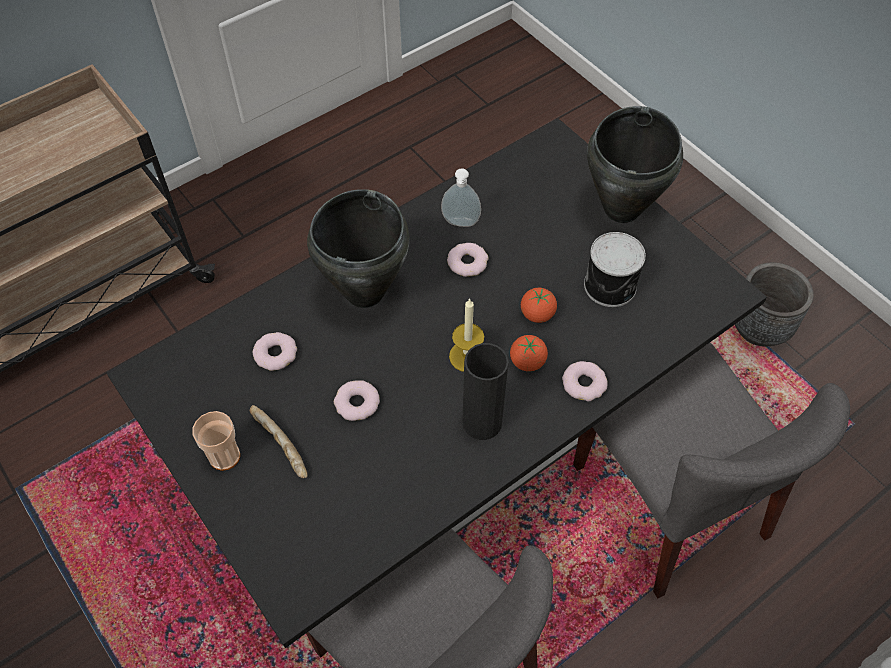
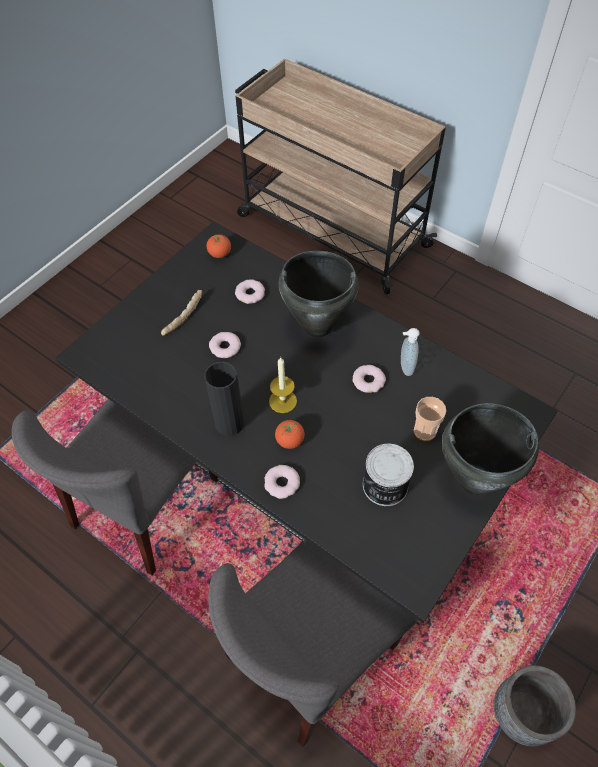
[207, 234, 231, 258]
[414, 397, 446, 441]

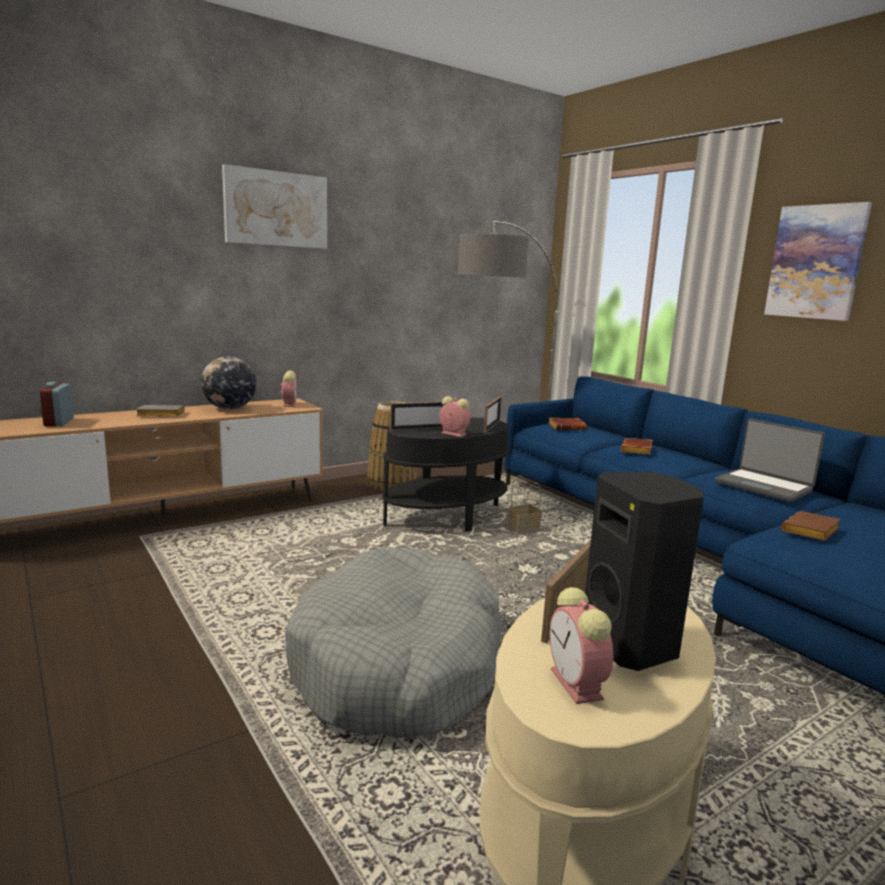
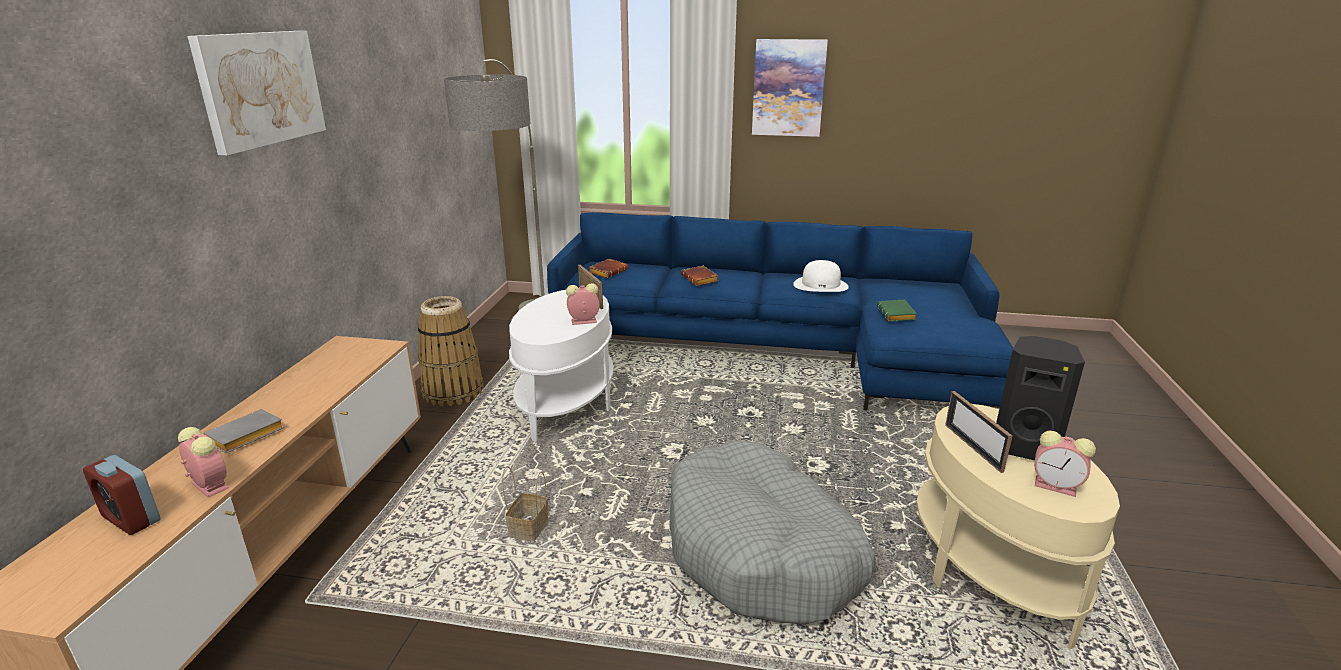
[201, 356, 256, 410] (first image)
[178, 427, 229, 498]
[390, 402, 445, 431] (first image)
[509, 290, 614, 442]
[793, 260, 849, 292]
[502, 466, 548, 541]
[877, 300, 917, 321]

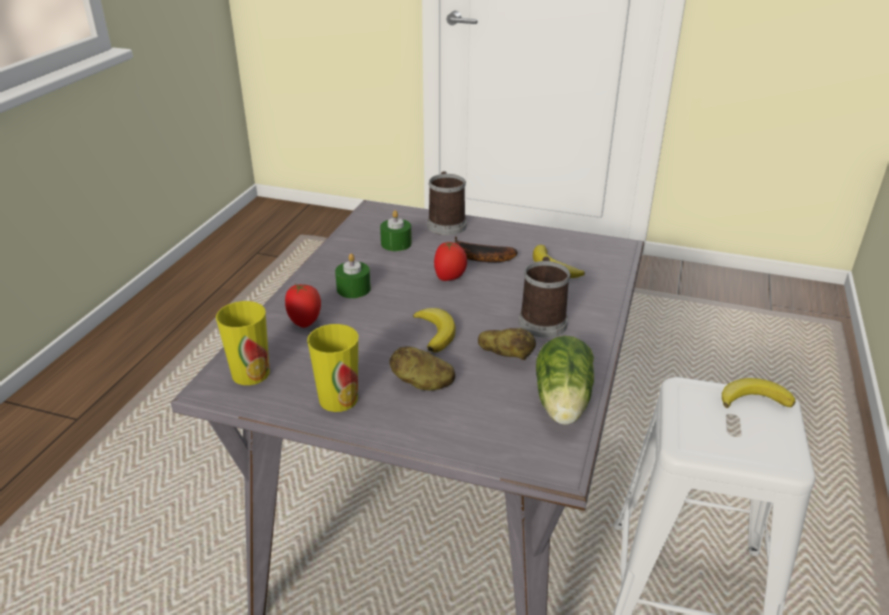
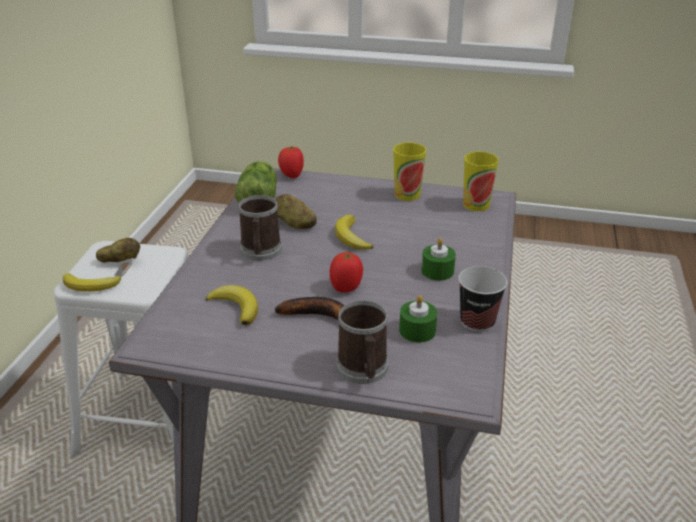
[278, 146, 304, 178]
[96, 238, 140, 262]
[459, 266, 507, 332]

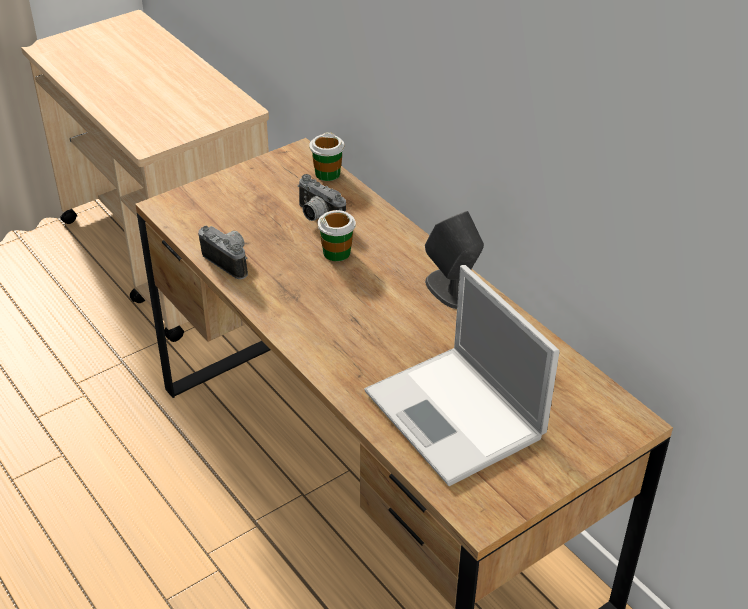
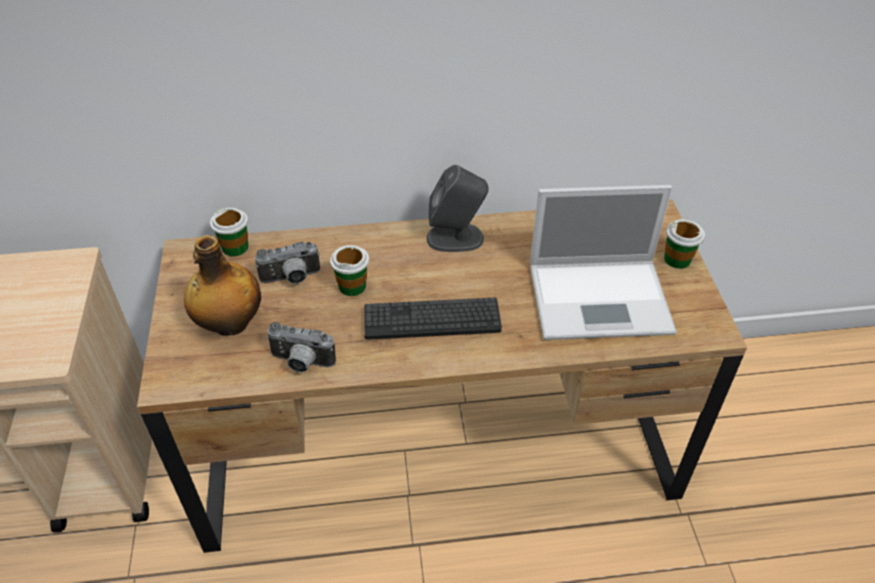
[266, 322, 336, 373]
[664, 219, 705, 269]
[184, 235, 261, 336]
[364, 298, 502, 340]

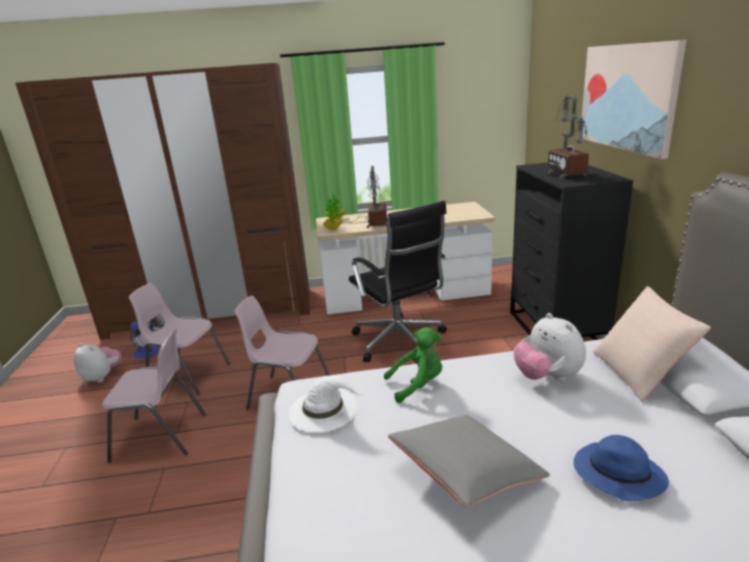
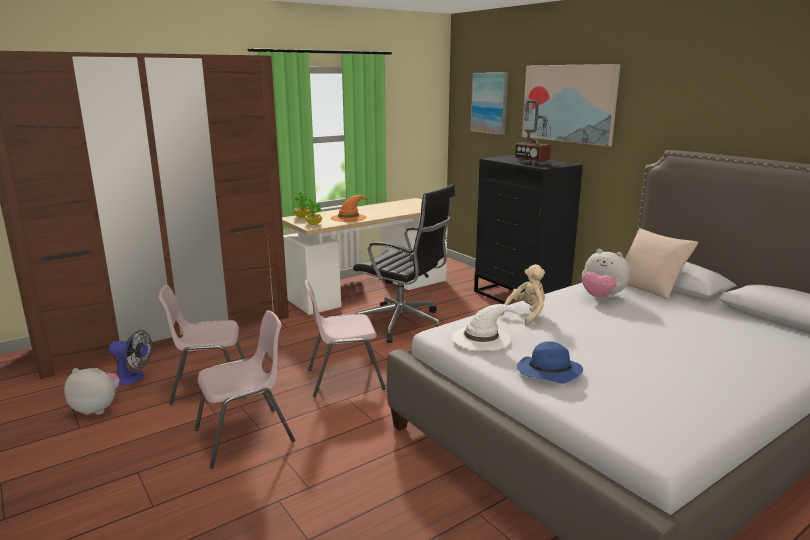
[331, 195, 371, 222]
[501, 264, 545, 326]
[388, 415, 550, 508] (first image)
[517, 341, 583, 384]
[470, 73, 508, 135]

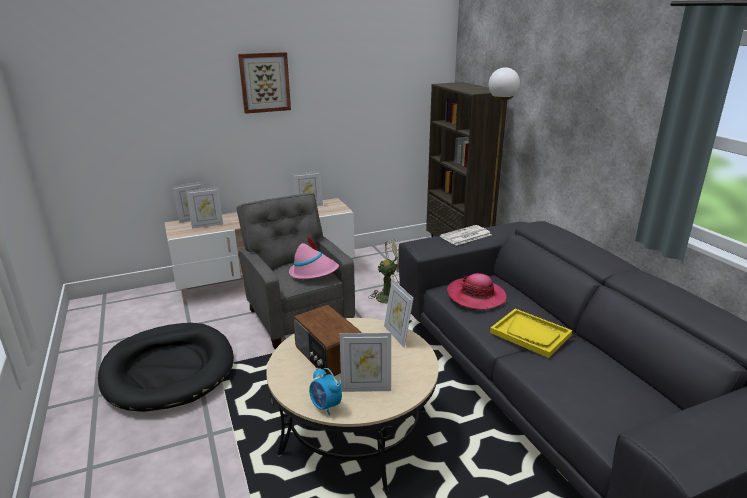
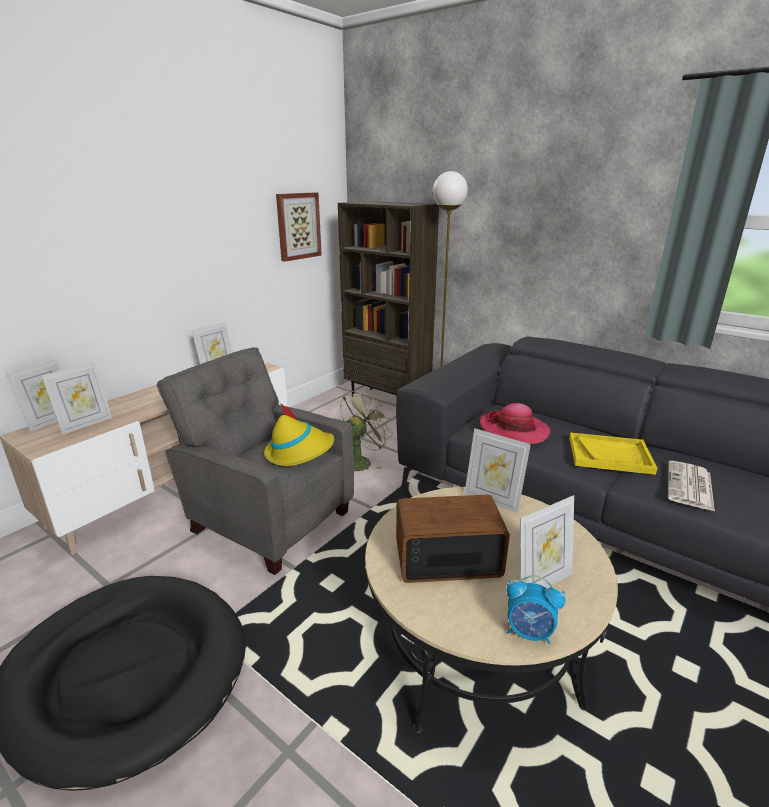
[276, 192, 322, 262]
[668, 461, 715, 511]
[264, 403, 334, 466]
[396, 495, 510, 583]

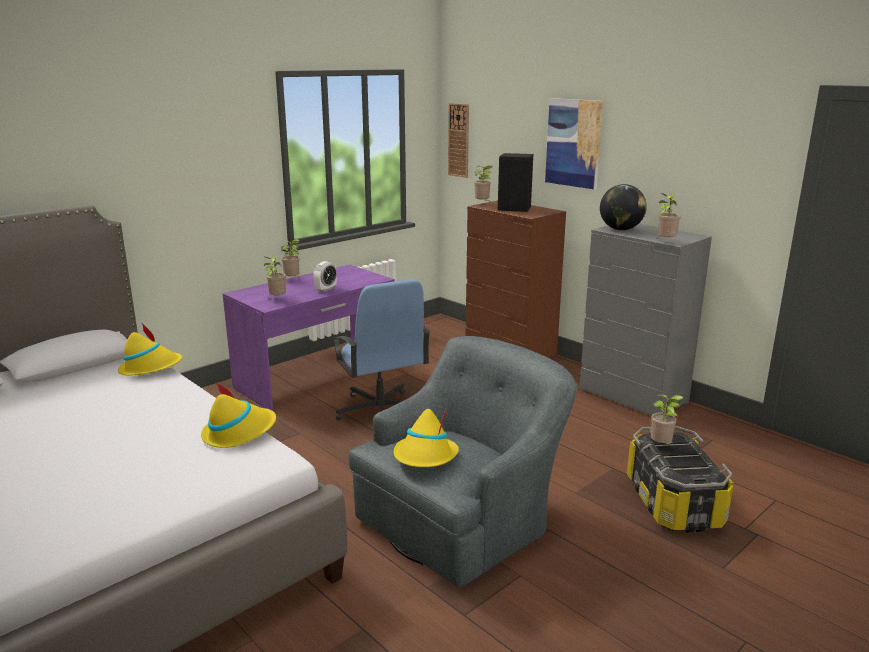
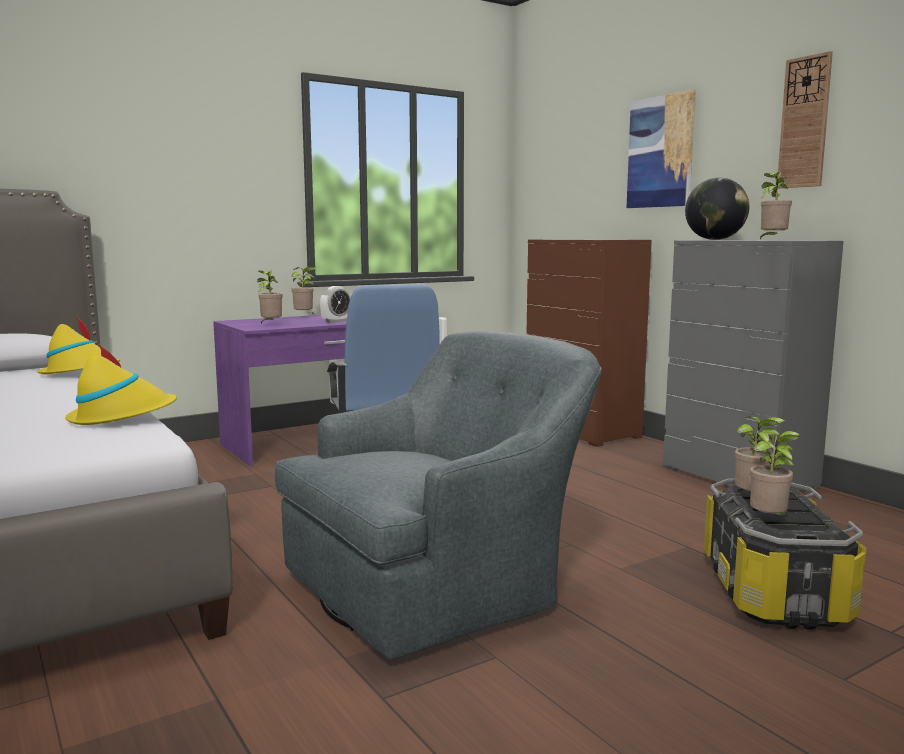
[778, 51, 833, 188]
[498, 153, 533, 212] (first image)
[750, 431, 800, 517]
[394, 407, 459, 467] (first image)

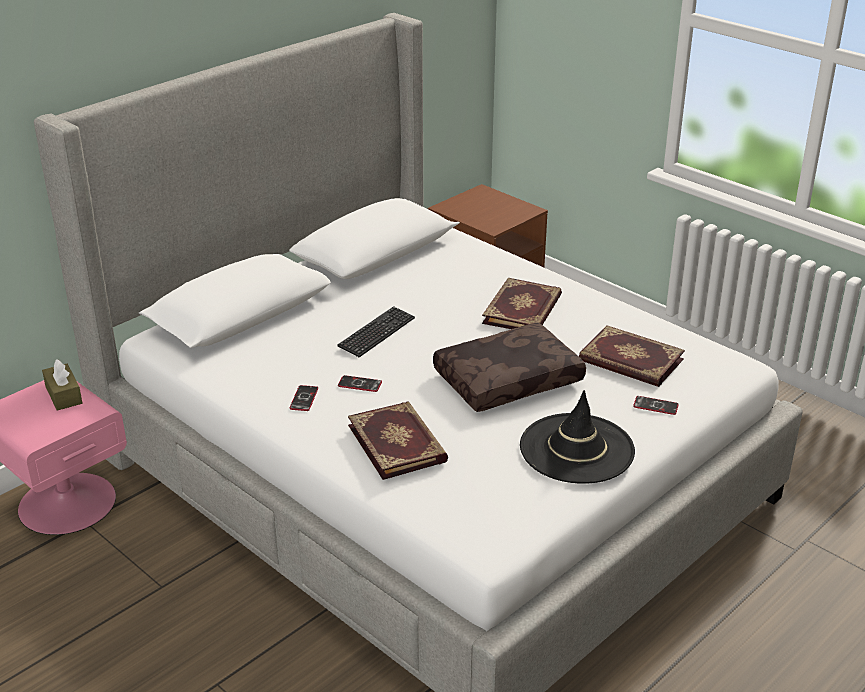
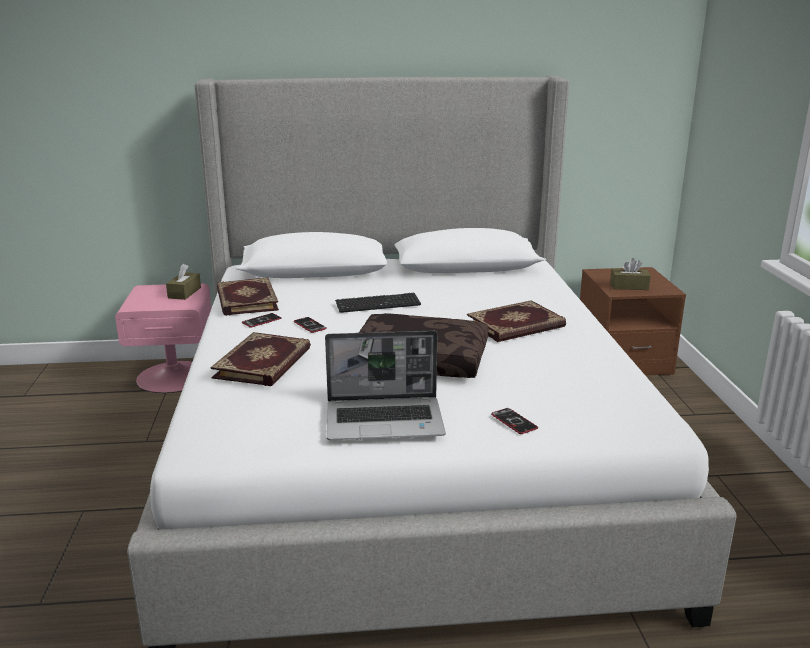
[217, 277, 279, 316]
[325, 330, 446, 440]
[610, 258, 651, 290]

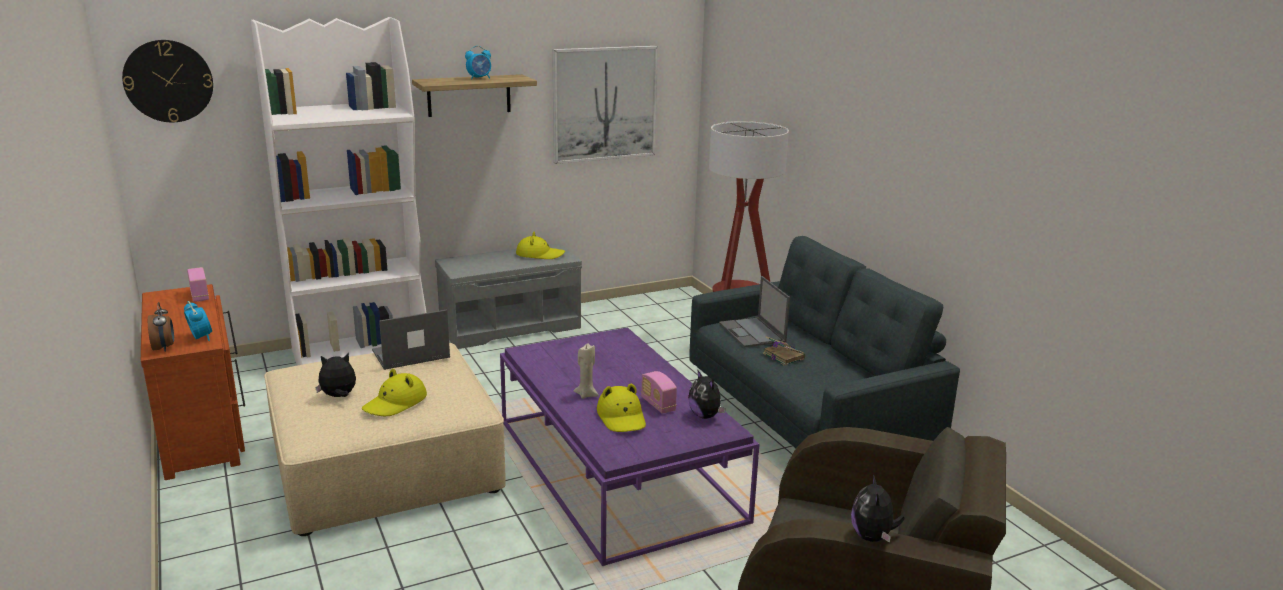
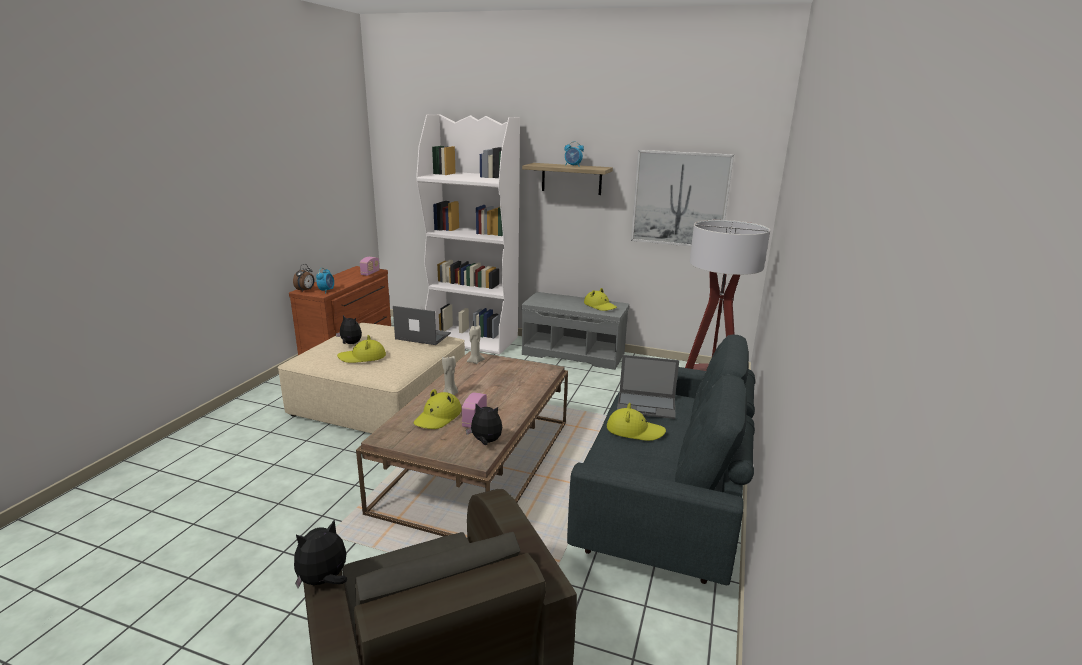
[122, 40, 213, 122] (first image)
[617, 355, 679, 419]
[356, 351, 568, 536]
[607, 403, 666, 441]
[466, 404, 502, 445]
[466, 325, 485, 364]

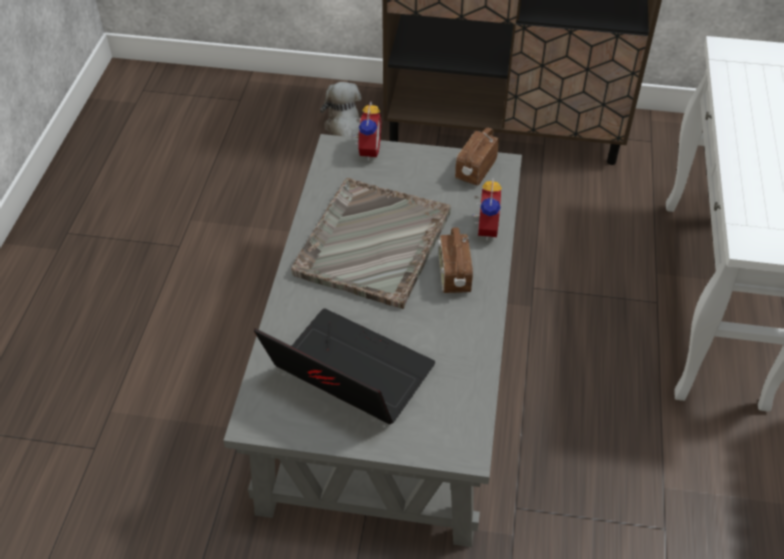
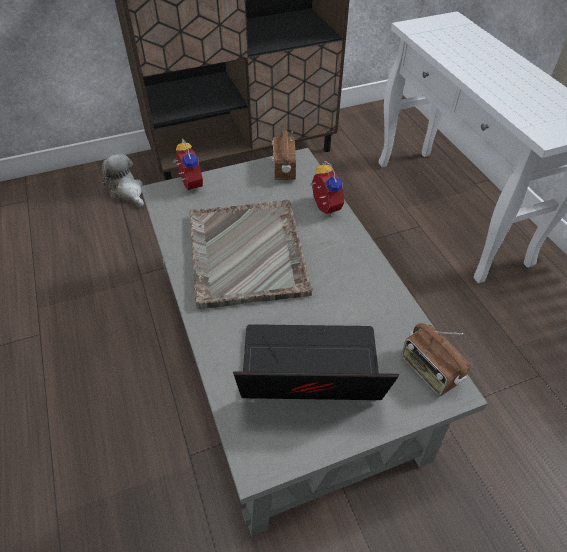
[402, 323, 470, 396]

